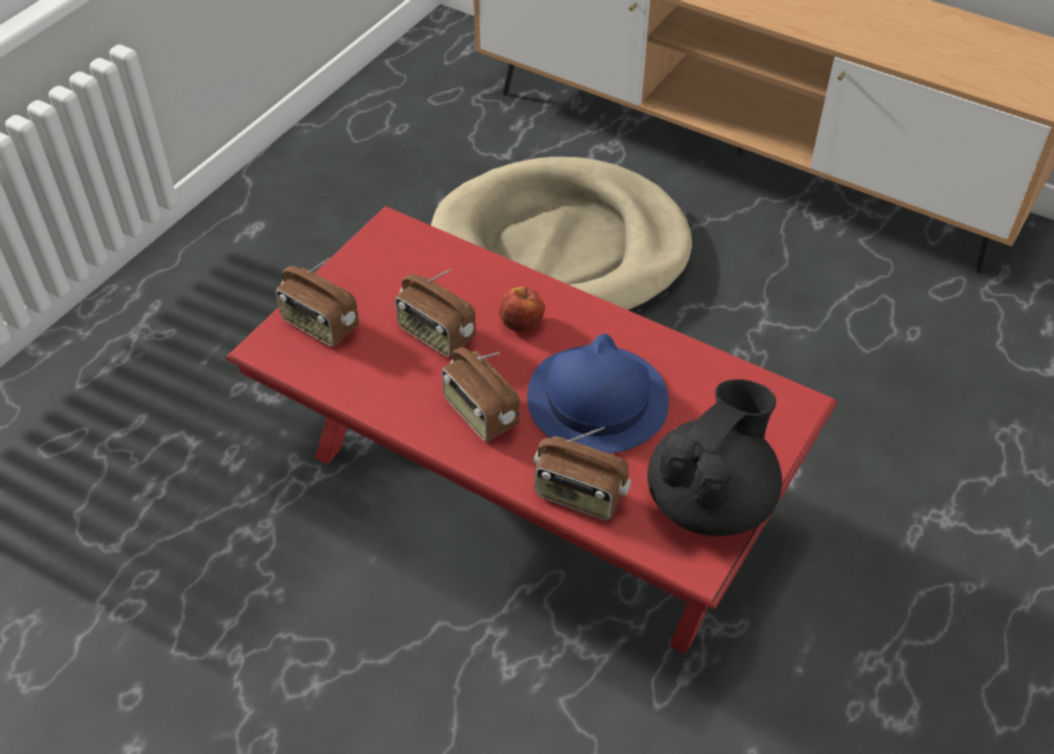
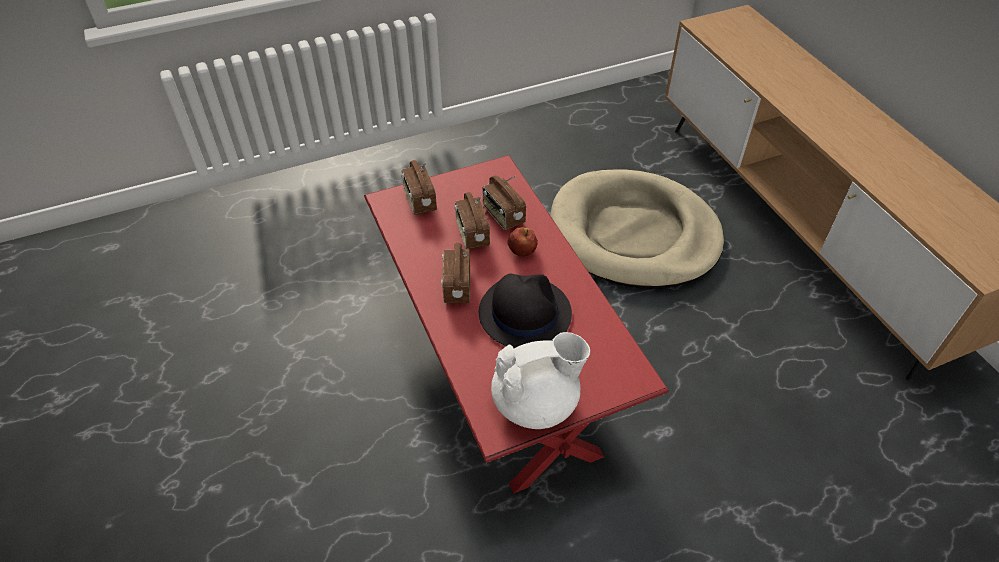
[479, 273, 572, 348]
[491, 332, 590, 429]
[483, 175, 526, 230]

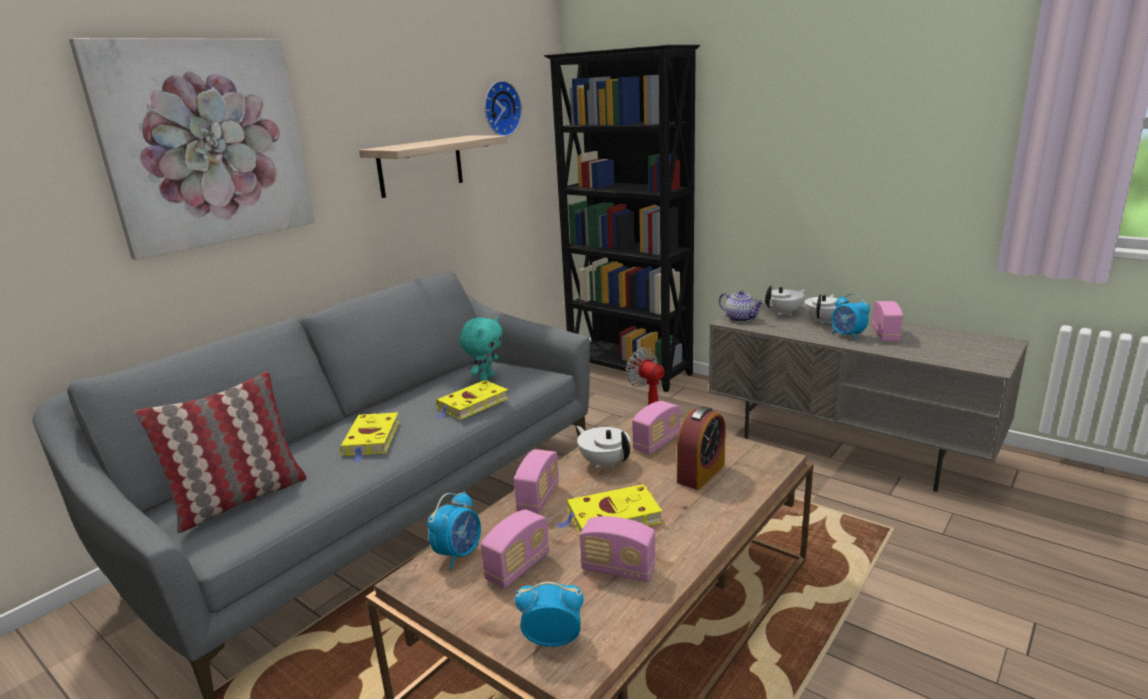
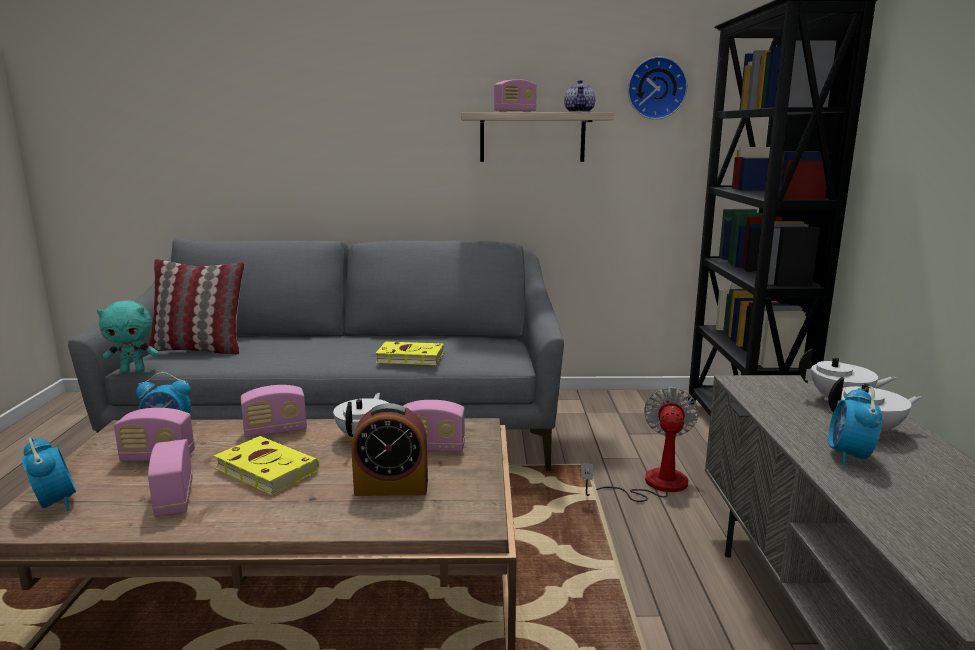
[69, 38, 315, 260] (first image)
[564, 80, 596, 112]
[494, 79, 537, 112]
[97, 301, 159, 373]
[339, 412, 400, 463] (first image)

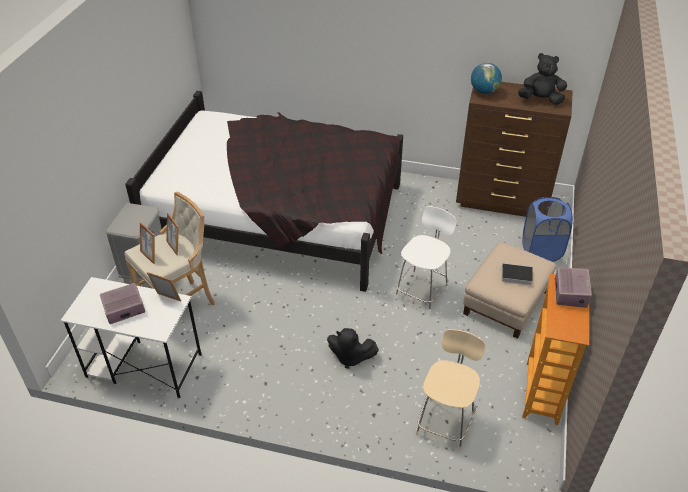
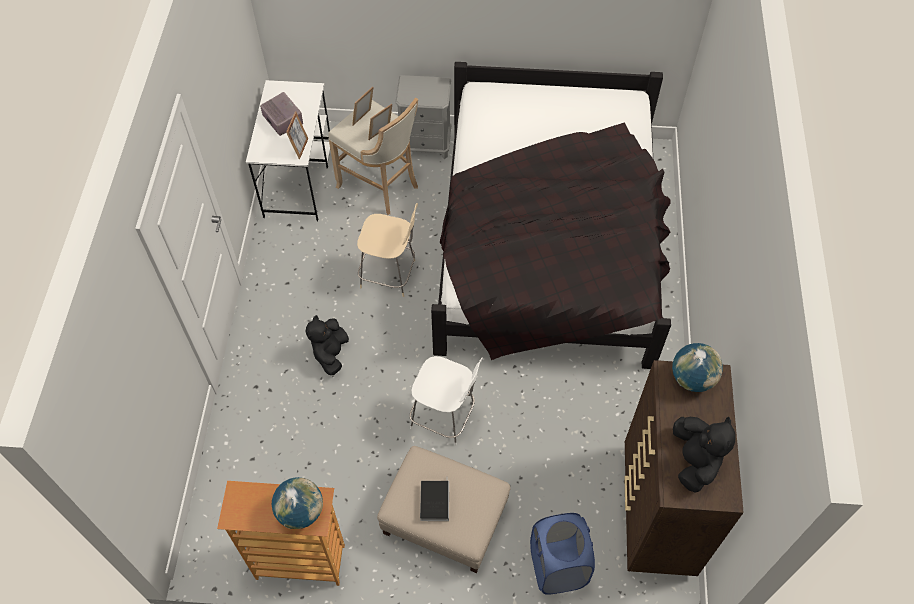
[272, 477, 323, 529]
[357, 203, 418, 297]

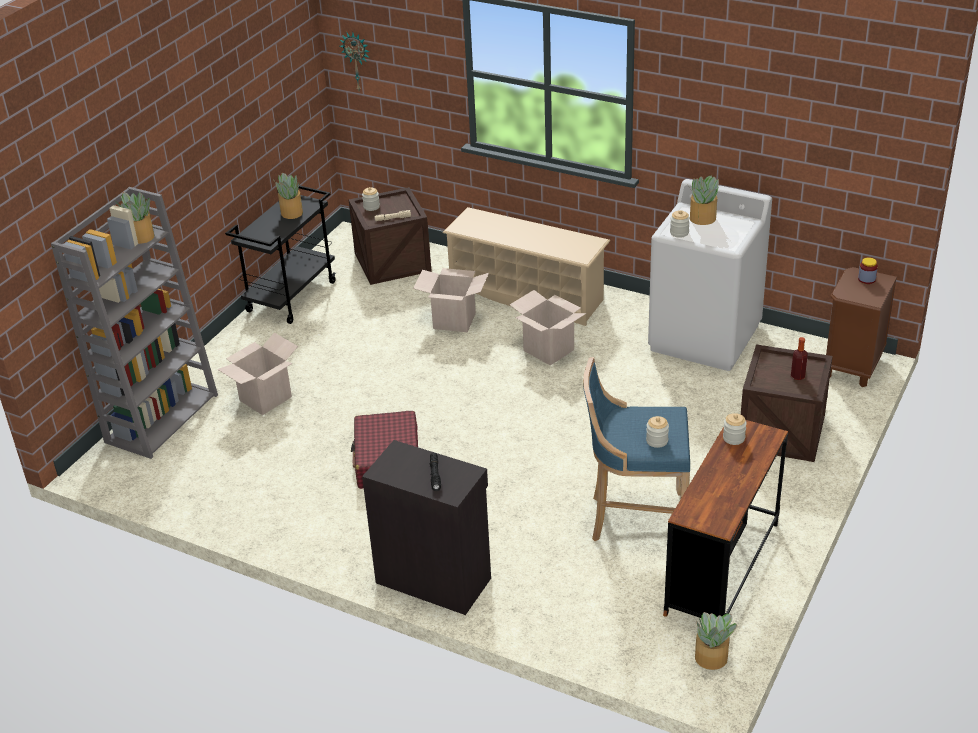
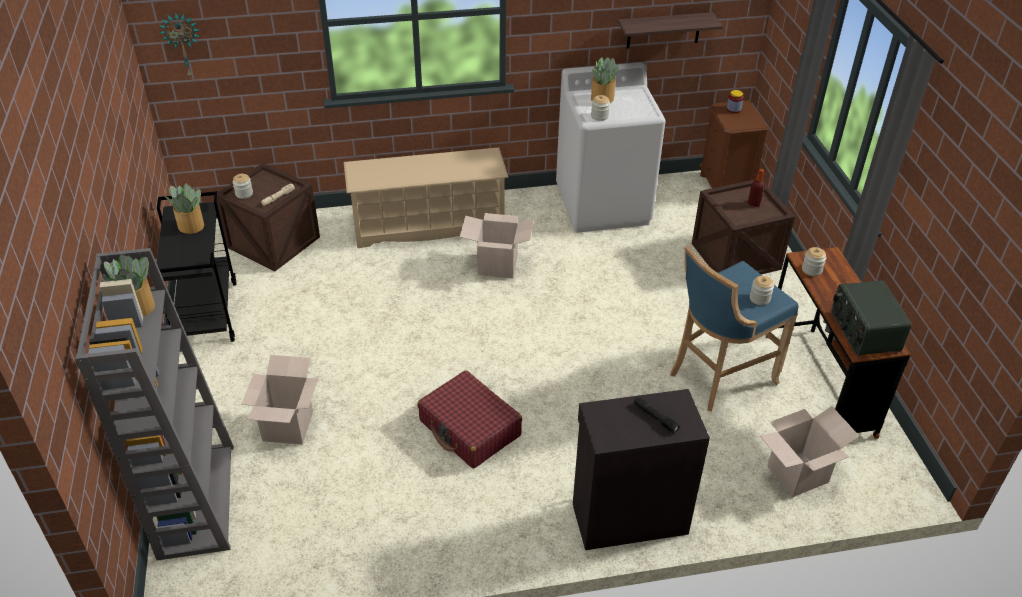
[760, 406, 859, 497]
[695, 612, 737, 670] (first image)
[618, 12, 723, 48]
[831, 280, 912, 356]

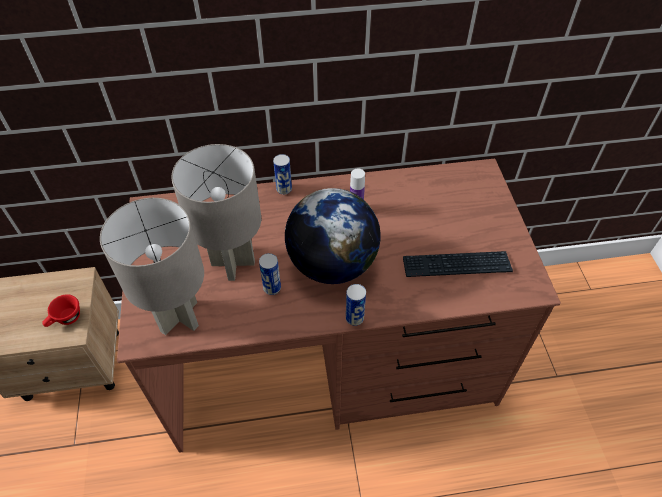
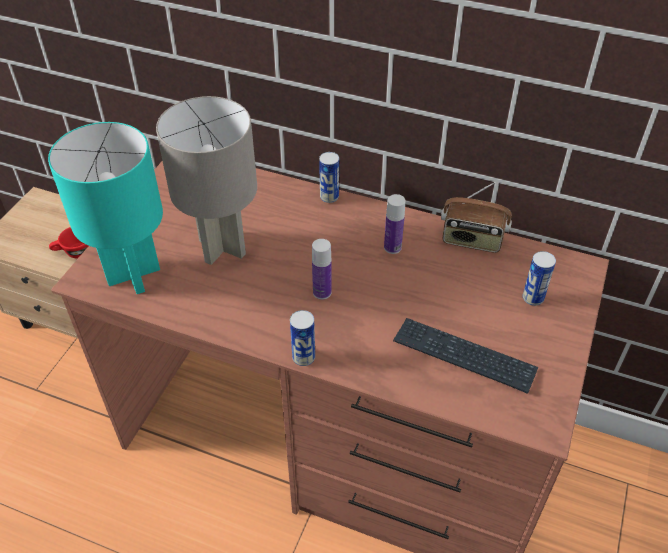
[312, 239, 332, 300]
[48, 122, 163, 294]
[523, 251, 556, 306]
[441, 182, 512, 253]

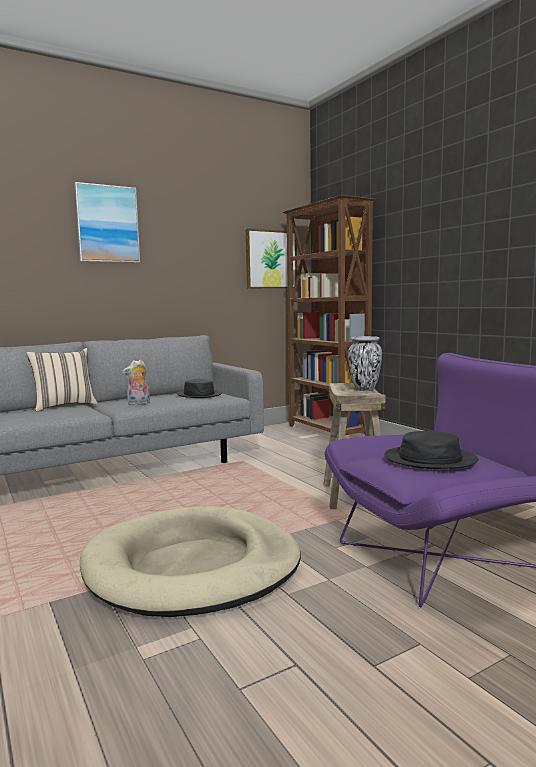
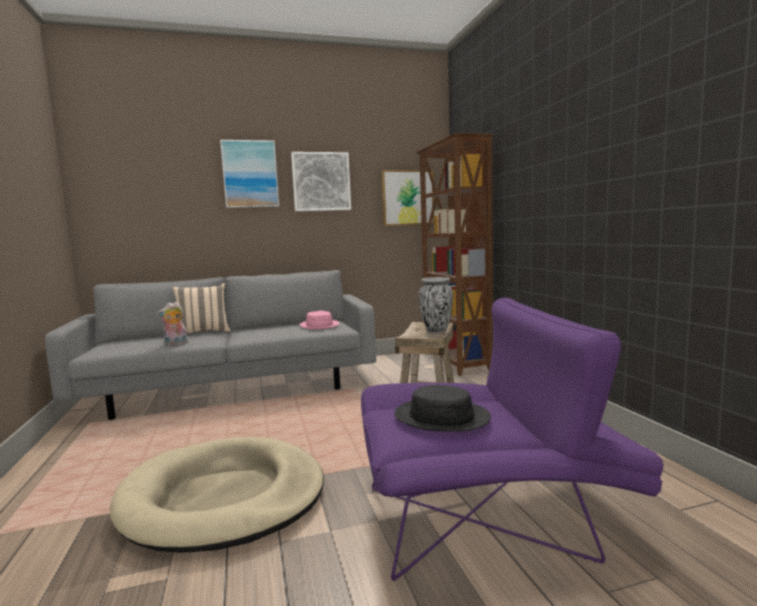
[157, 302, 188, 346]
[300, 311, 339, 330]
[291, 152, 351, 211]

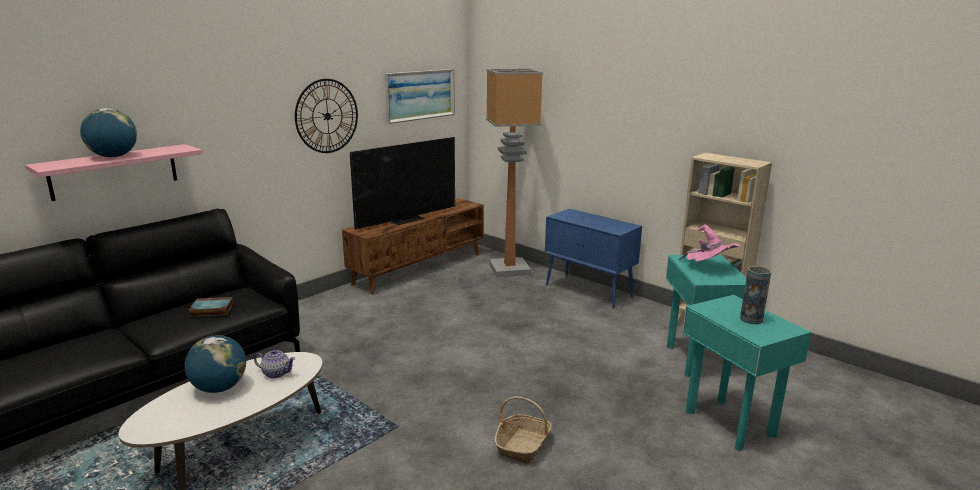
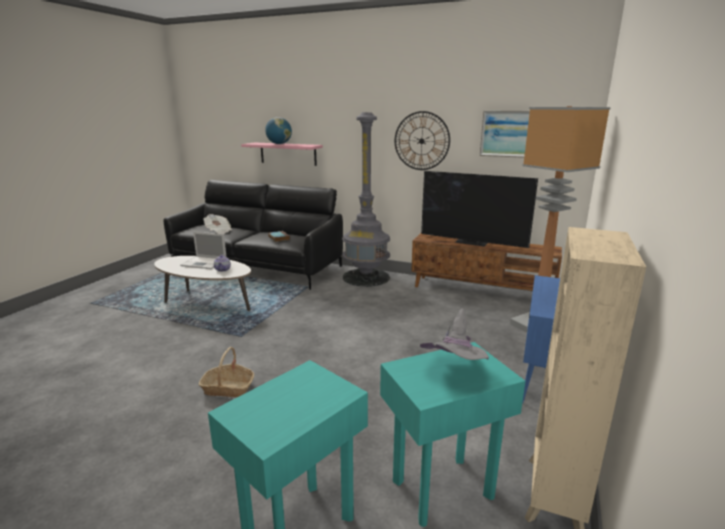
[420, 308, 489, 360]
[740, 266, 771, 324] (first image)
[180, 232, 226, 269]
[342, 112, 390, 287]
[203, 214, 232, 234]

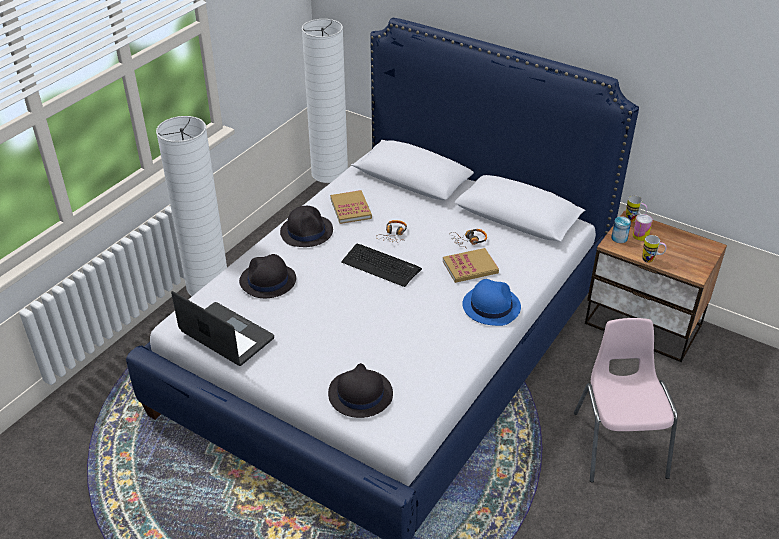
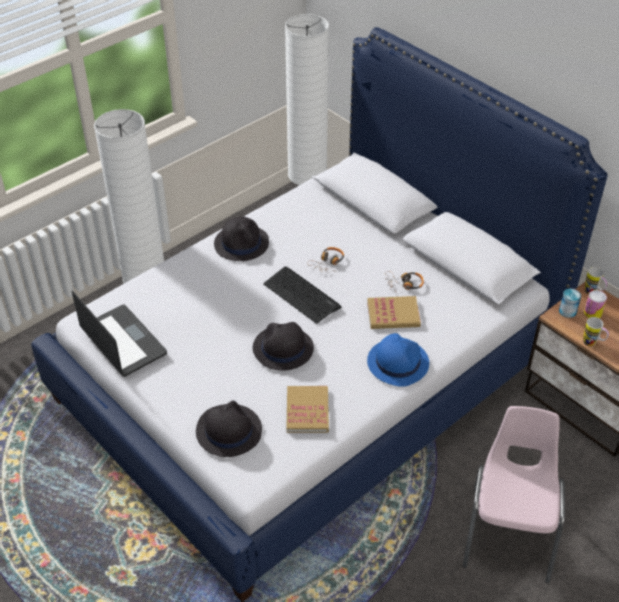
[287, 386, 329, 433]
[253, 322, 314, 371]

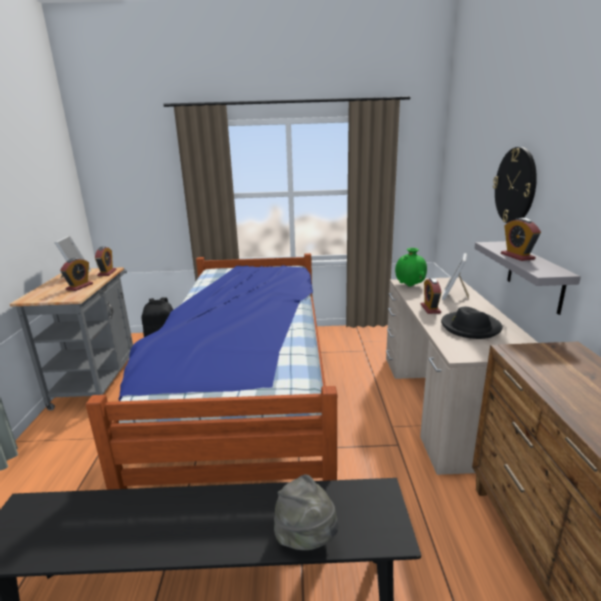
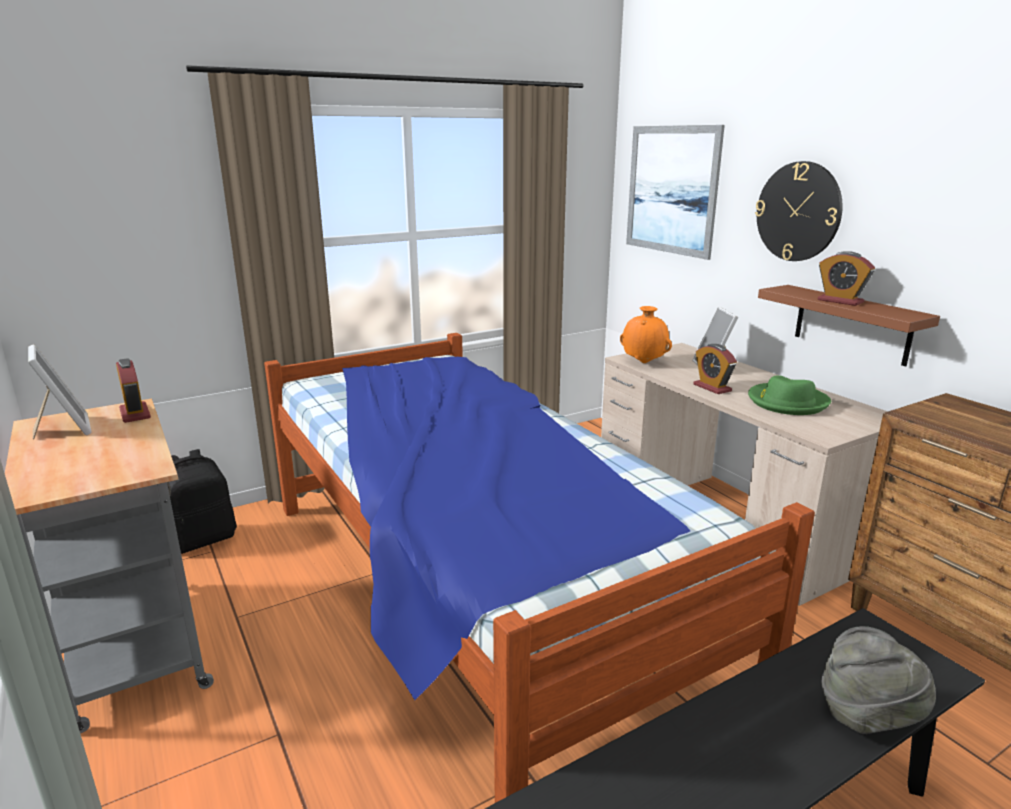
[758, 285, 940, 367]
[620, 306, 672, 363]
[60, 258, 93, 291] (first image)
[748, 375, 831, 415]
[626, 125, 725, 260]

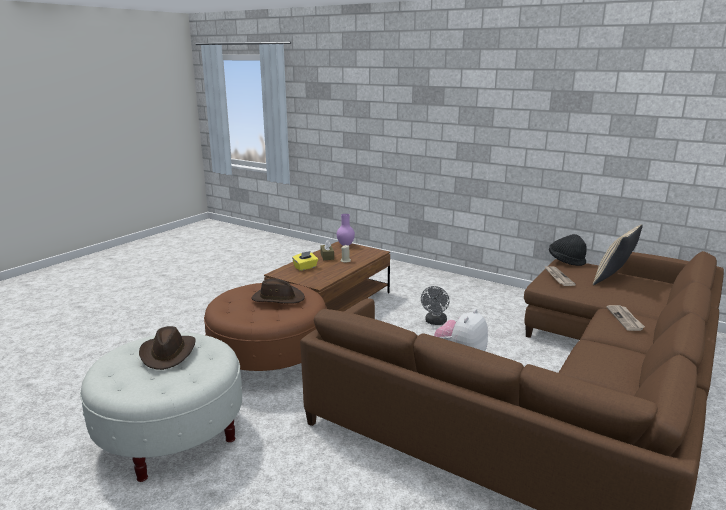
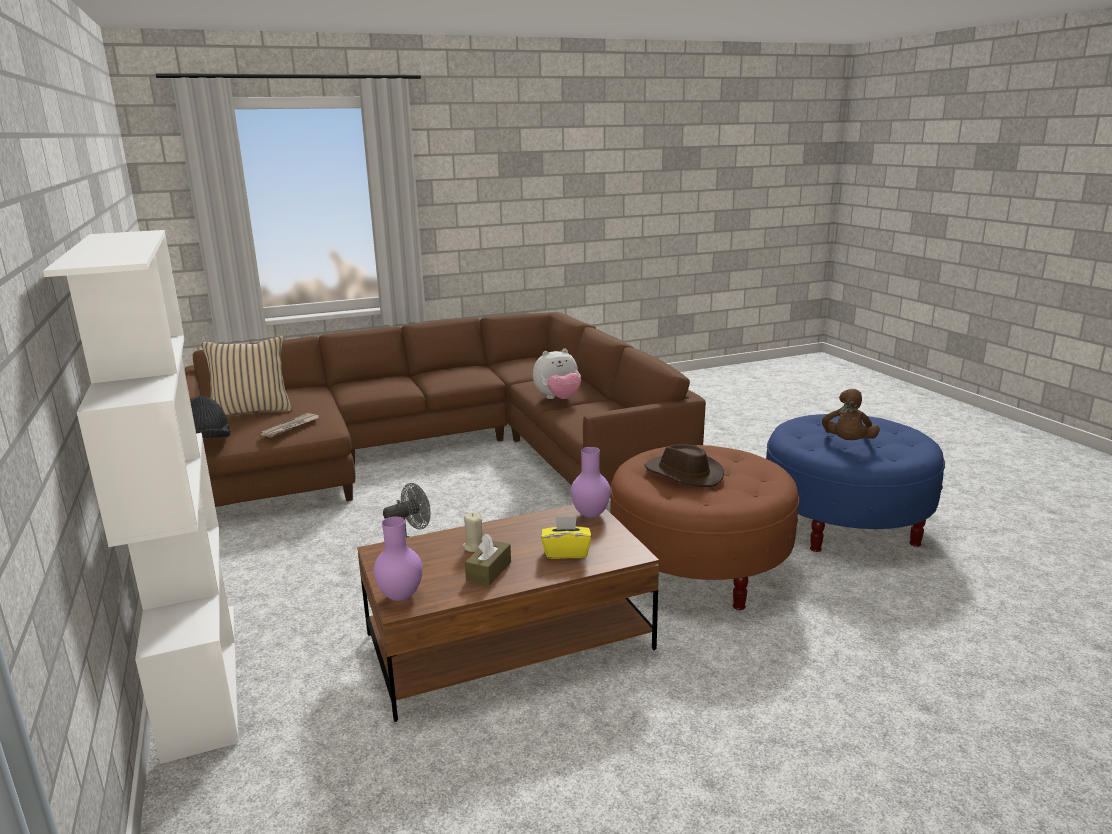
[606, 305, 645, 331] (first image)
[822, 389, 880, 440]
[766, 414, 945, 552]
[43, 230, 239, 764]
[571, 447, 611, 518]

